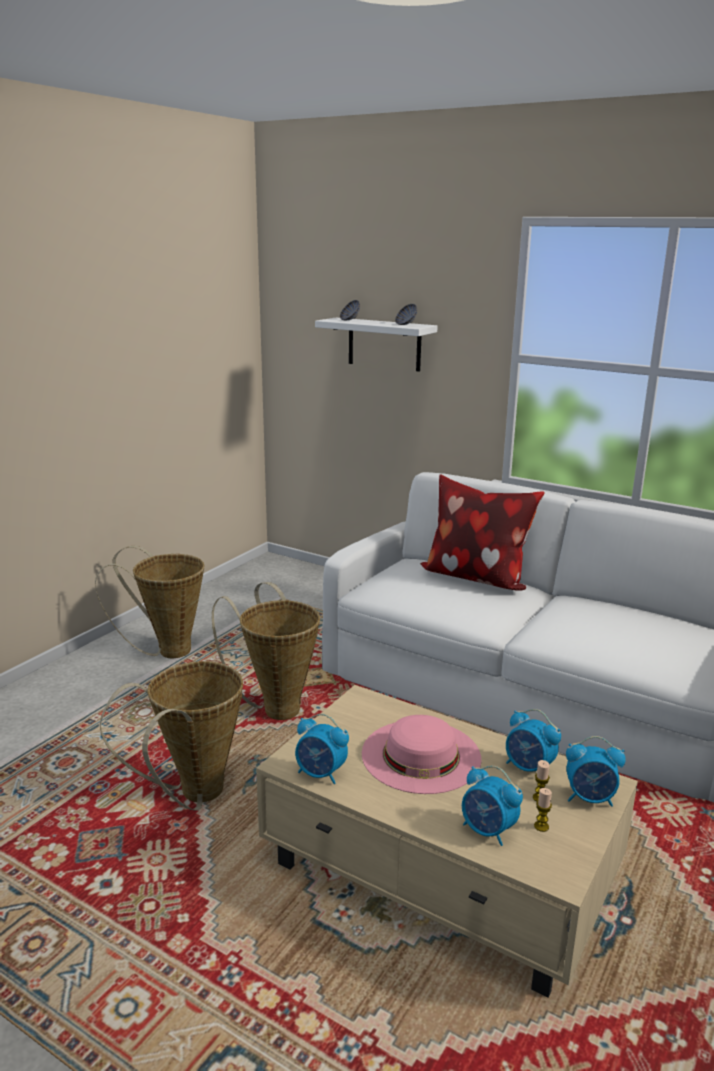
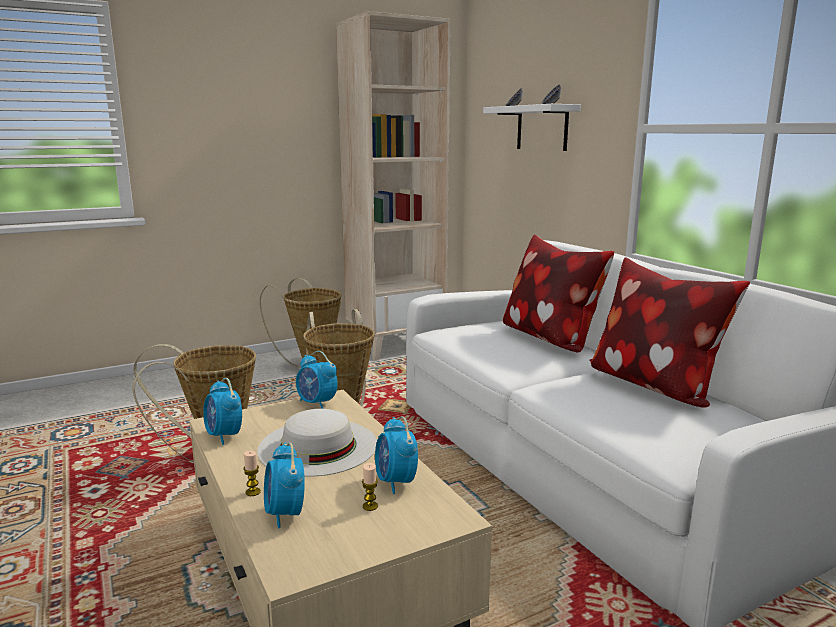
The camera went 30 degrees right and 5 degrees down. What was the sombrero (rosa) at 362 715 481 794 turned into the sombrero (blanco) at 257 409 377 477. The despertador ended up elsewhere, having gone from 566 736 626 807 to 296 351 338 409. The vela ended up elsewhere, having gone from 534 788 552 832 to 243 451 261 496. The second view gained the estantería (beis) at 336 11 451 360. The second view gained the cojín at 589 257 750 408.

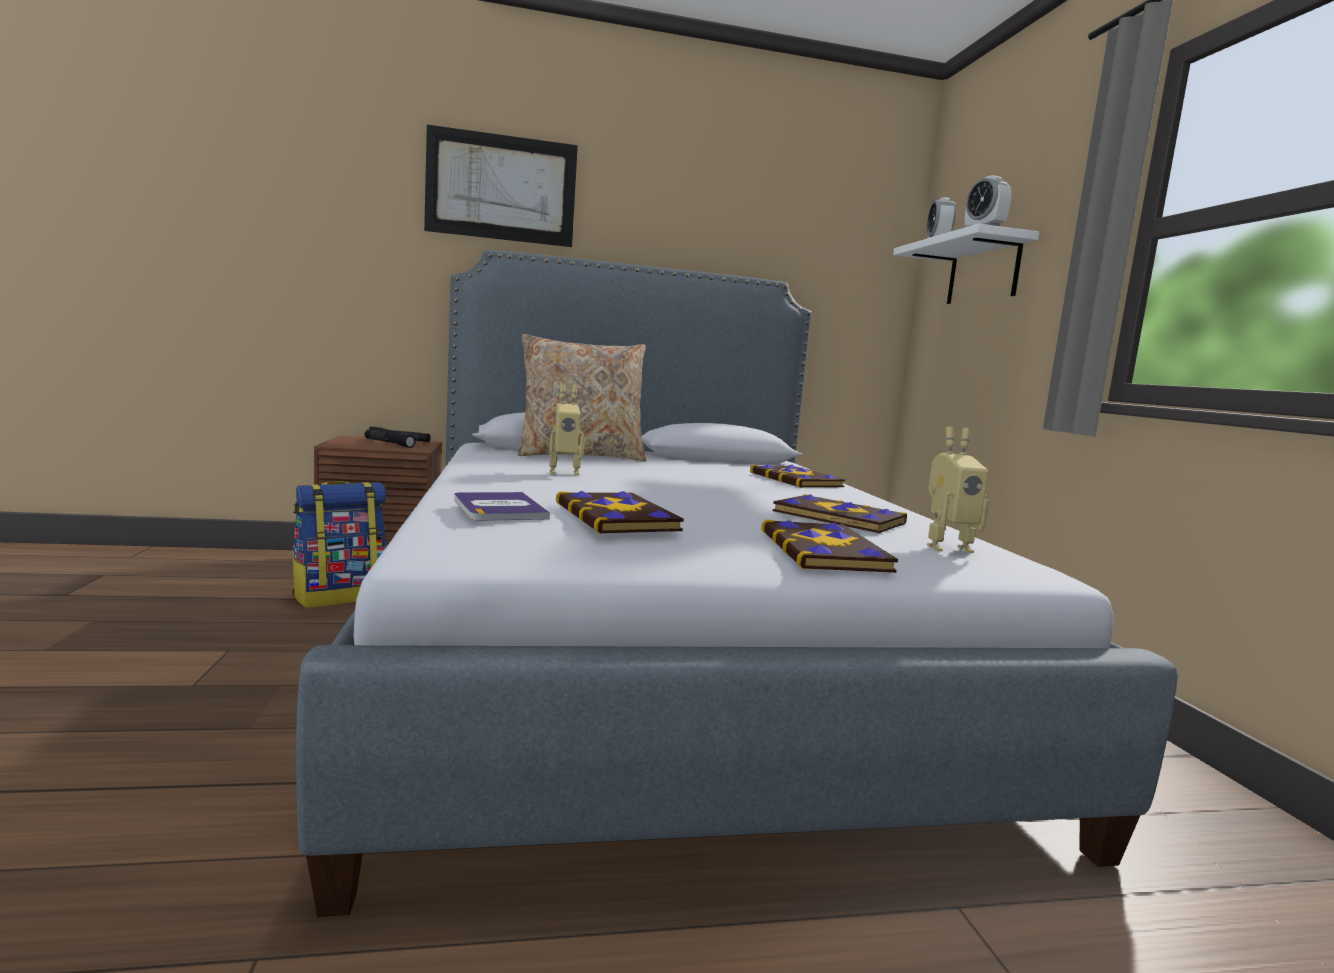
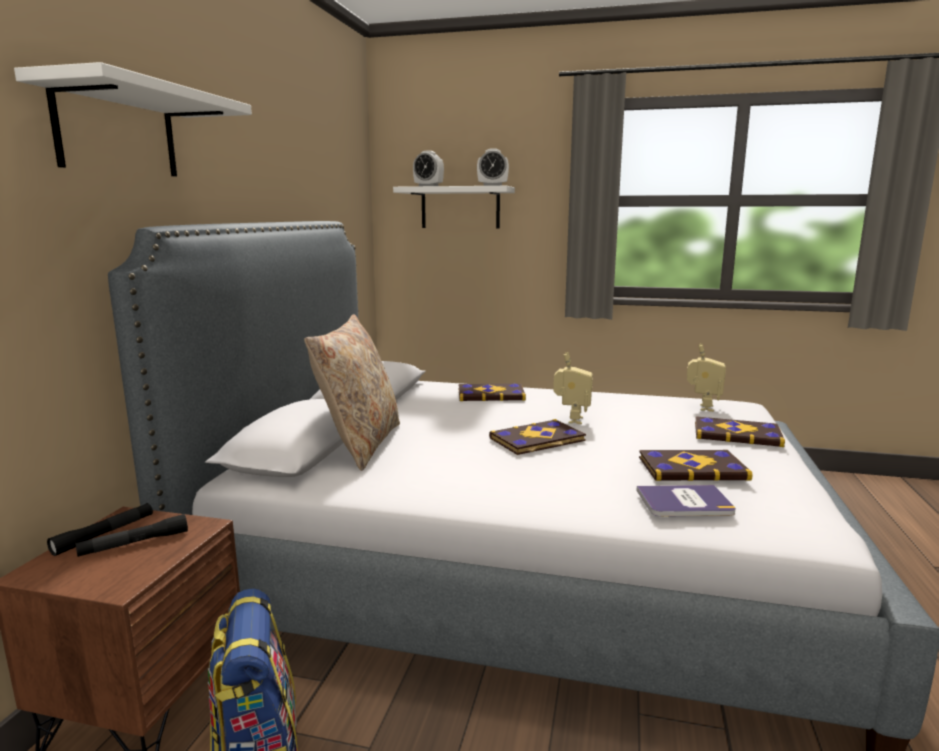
The camera went 65 degrees left and 5 degrees up. Where the cuadro hung at 424 125 578 247, the estante (blanco) came to hang at 14 62 252 176. The robot de juguete ended up elsewhere, having gone from 549 384 585 475 to 554 352 593 424. The libro ended up elsewhere, having gone from 773 494 907 533 to 489 419 586 455.

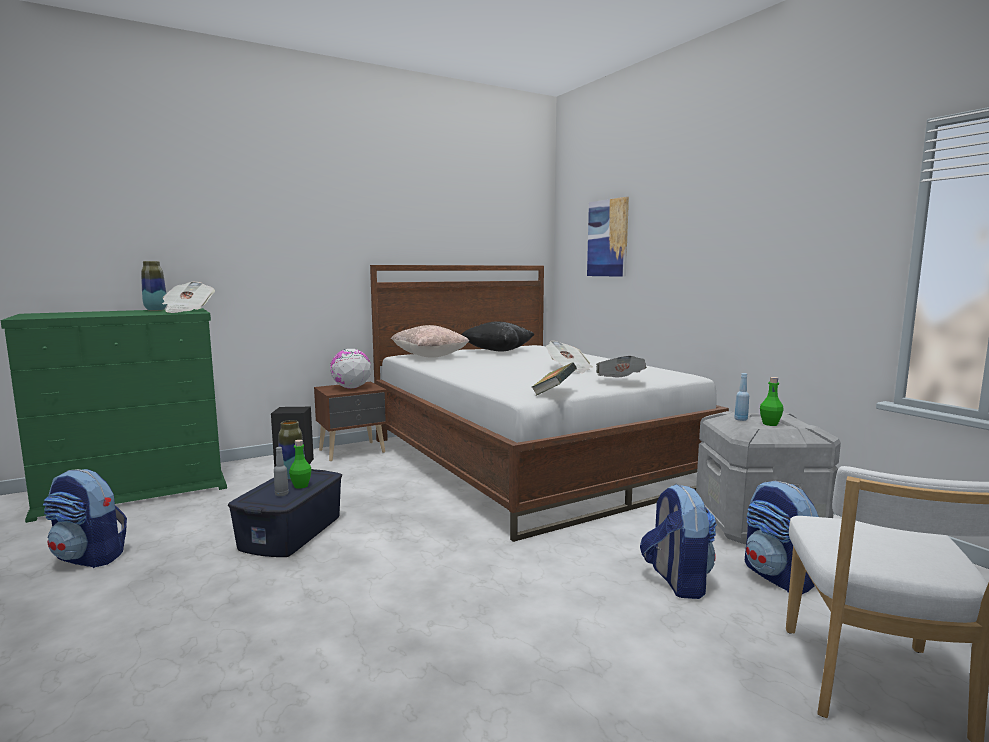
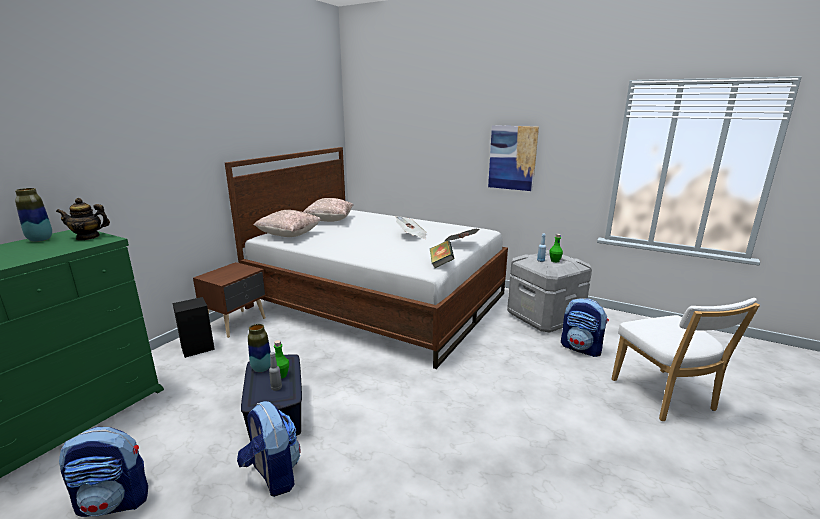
The camera went 30 degrees left and 10 degrees up. The cuadro ended up elsewhere, having gone from 587 197 629 277 to 488 125 539 191. Where the periódico stood at 162 282 215 313, the tetera came to stand at 56 198 110 240. What was the cojín (negro) at 461 321 535 352 turned into the cojín (beis) at 304 198 353 222. The second view lost the globo terráqueo at 330 349 371 388. The mochila ended up elsewhere, having gone from 640 484 717 599 to 237 401 300 497.

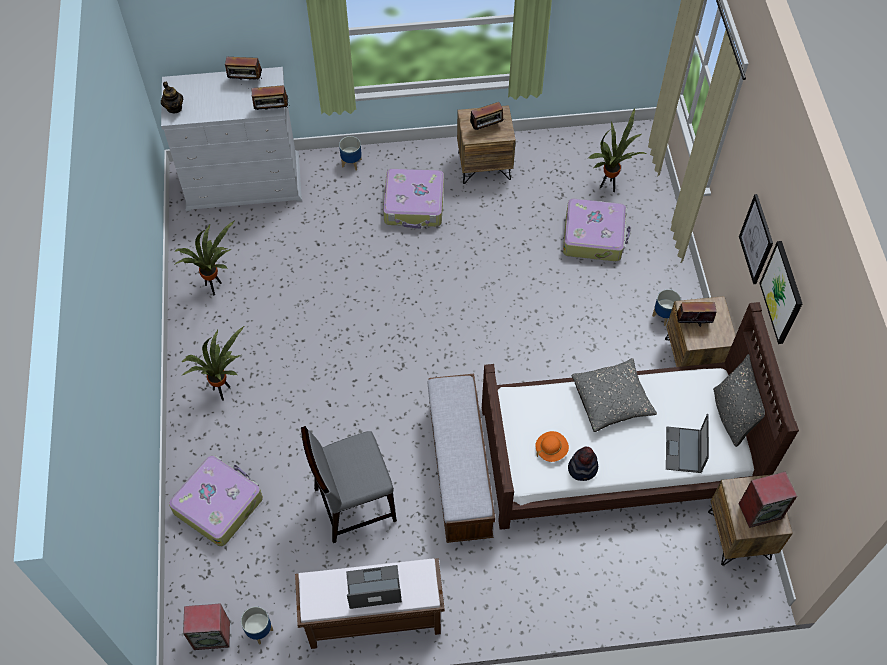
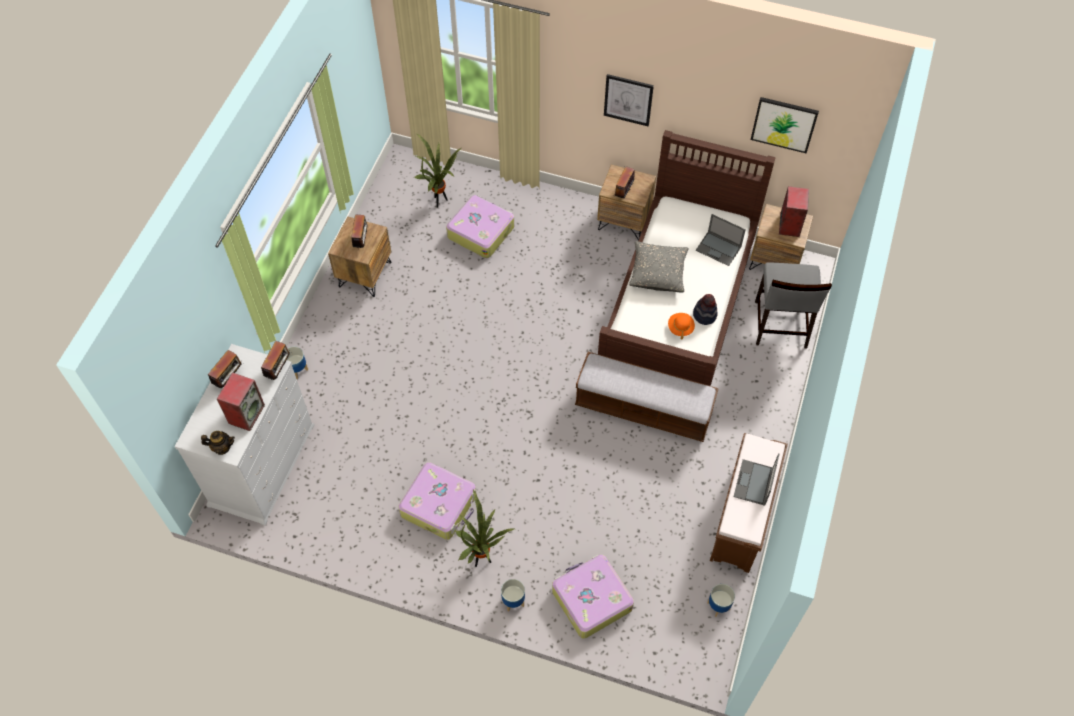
The camera went 65 degrees left and 0 degrees up. The maleta ended up elsewhere, having gone from 383 169 444 229 to 398 462 476 540. The second view lost the planta en maceta at 174 221 234 295. The cuadro ended up elsewhere, having gone from 759 241 802 344 to 751 97 819 153. The maceta ended up elsewhere, having gone from 652 289 681 326 to 501 579 525 612. The second view lost the cojín (gris) at 713 354 765 447. The silla (gris) ended up elsewhere, having gone from 301 426 397 543 to 755 263 832 349. The altavoz ended up elsewhere, having gone from 183 603 230 650 to 217 372 265 431.

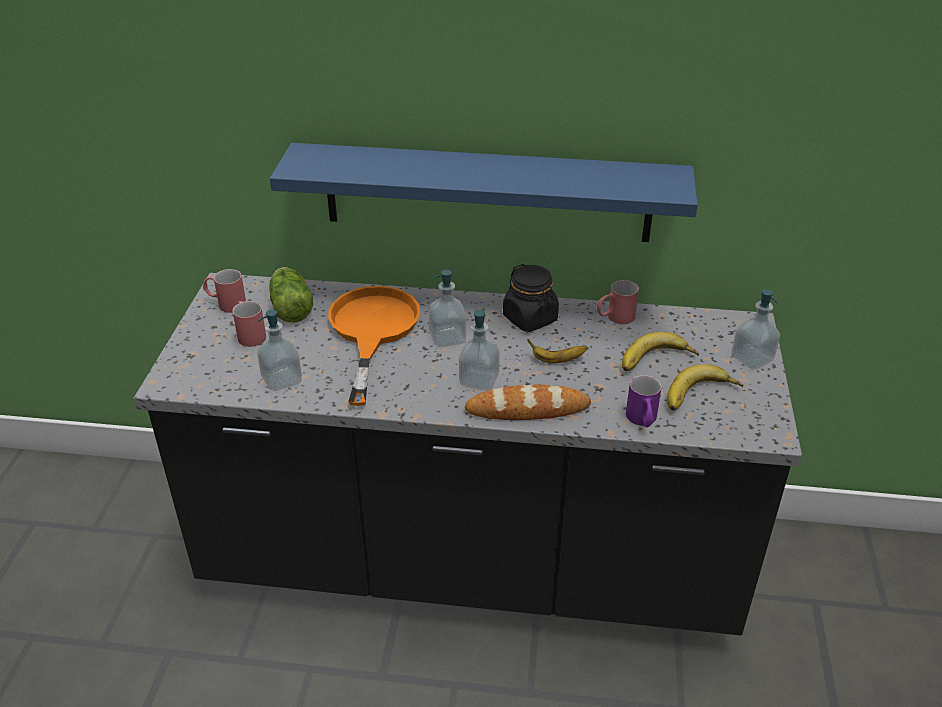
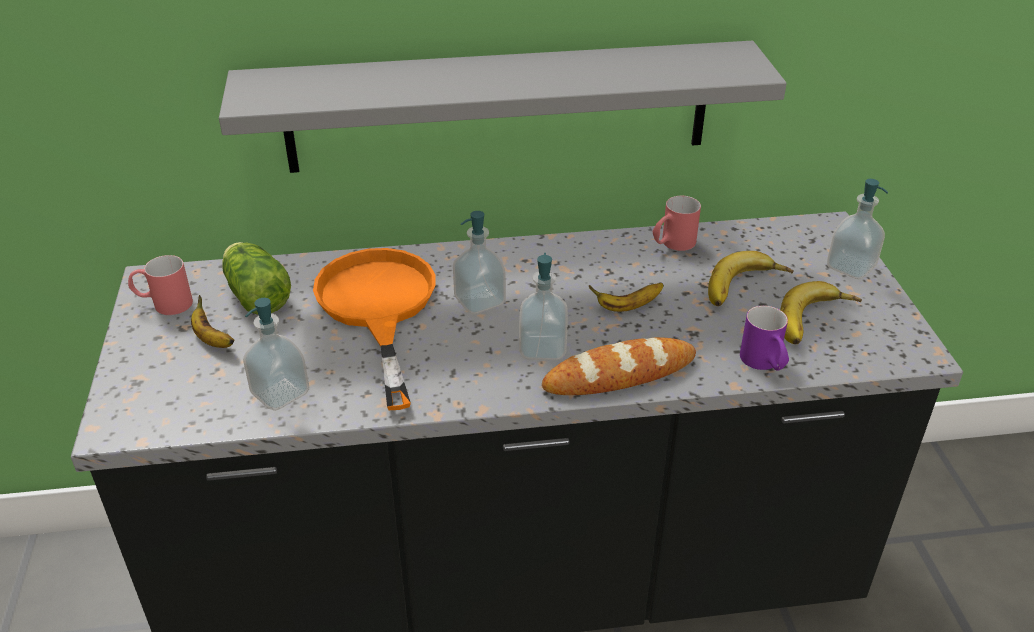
The camera went 15 degrees left and 0 degrees up. What was the estante (azul) at 270 143 698 242 turned into the estante (gris) at 219 41 787 173. The second view lost the tarro (negro) at 503 264 559 332. Where the taza grande (rojo) stood at 233 301 266 347, the plátano came to stand at 191 295 235 348.

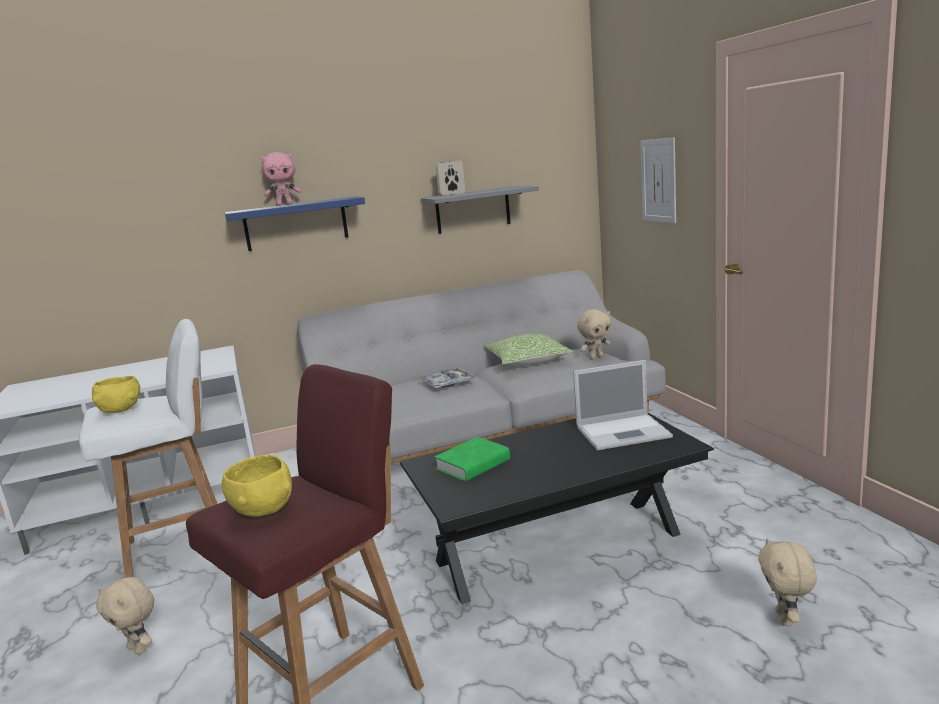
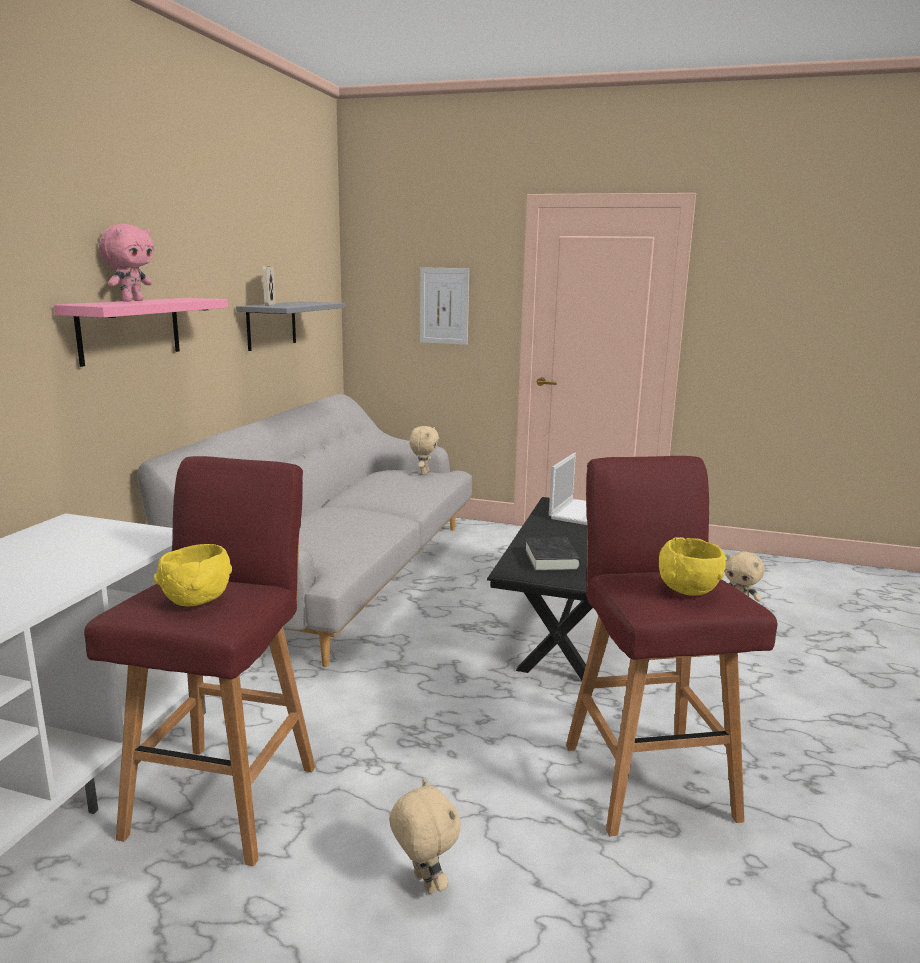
The camera went 55 degrees left and 0 degrees up. What was the estante (azul) at 225 196 365 251 turned into the estante (rosa) at 54 298 228 367. What was the taburete (blanco) at 79 319 217 578 turned into the taburete (rojo) at 84 456 315 866. The second view lost the cojín at 484 334 573 366. The second view lost the bandeja at 419 367 476 388. What was the libro (verde) at 434 437 510 482 turned into the libro (negro) at 525 537 581 572. The peluche (beis) at 96 577 154 655 ended up facing another way, 105 degrees counterclockwise from before.

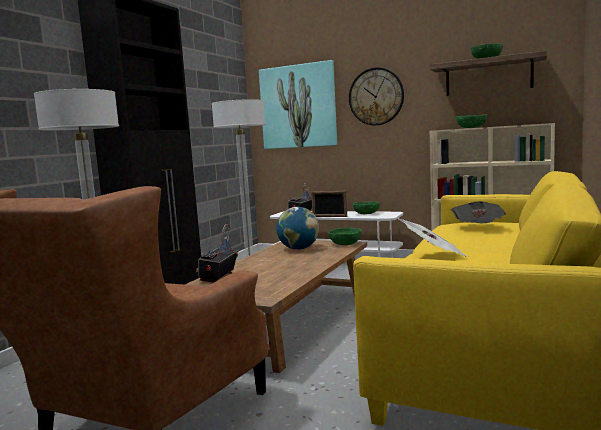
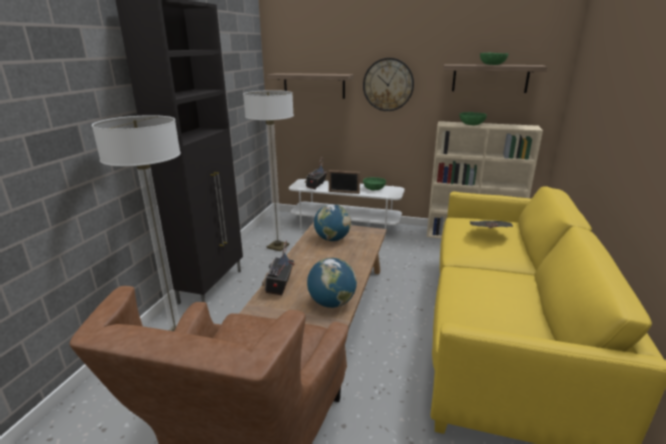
The camera went 10 degrees left and 15 degrees up. Where the cuadro hung at 259 60 337 149, the estante came to hang at 267 73 354 99. The second view lost the periódico at 399 219 468 257. The second view lost the cuenco (verde) at 328 228 362 245. The second view gained the globo terráqueo at 307 258 357 308.

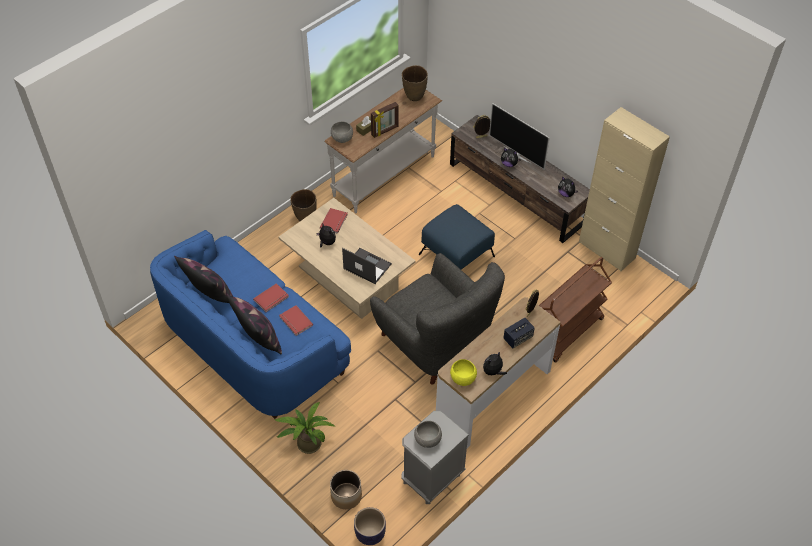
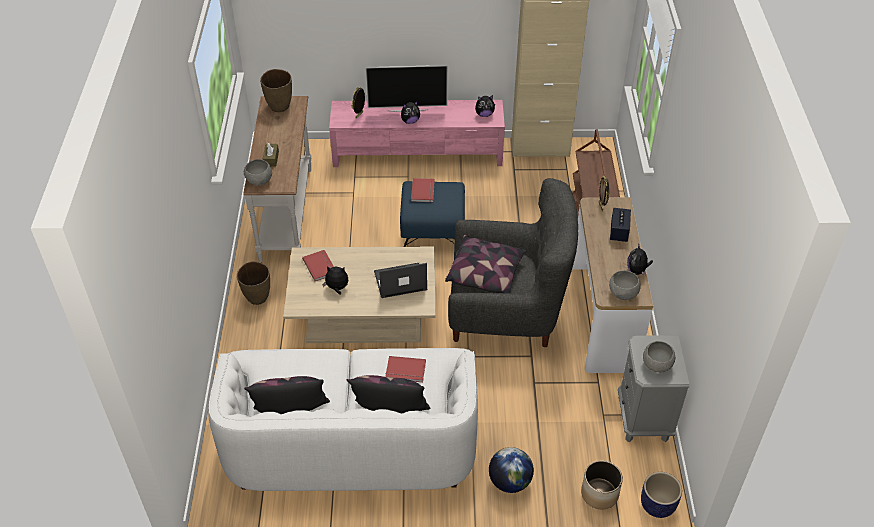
The camera went 45 degrees left and 5 degrees down. The second view lost the portarretratos at 371 102 398 138. What was the mueble de televisión (marrón) at 450 115 590 243 turned into the mueble de televisión (rosa) at 329 100 505 167. What was the sofá (azul) at 150 230 351 419 turned into the sofá (blanco) at 208 348 478 491. The libro (rojo) ended up elsewhere, having gone from 253 283 289 312 to 411 178 435 202. What was the cuenco (amarillo) at 450 359 477 386 turned into the cuenco (gris) at 609 271 641 300. Where the planta en maceta stood at 275 402 336 454, the globo terráqueo came to stand at 489 447 534 493. The second view gained the cojín at 445 235 527 293.

